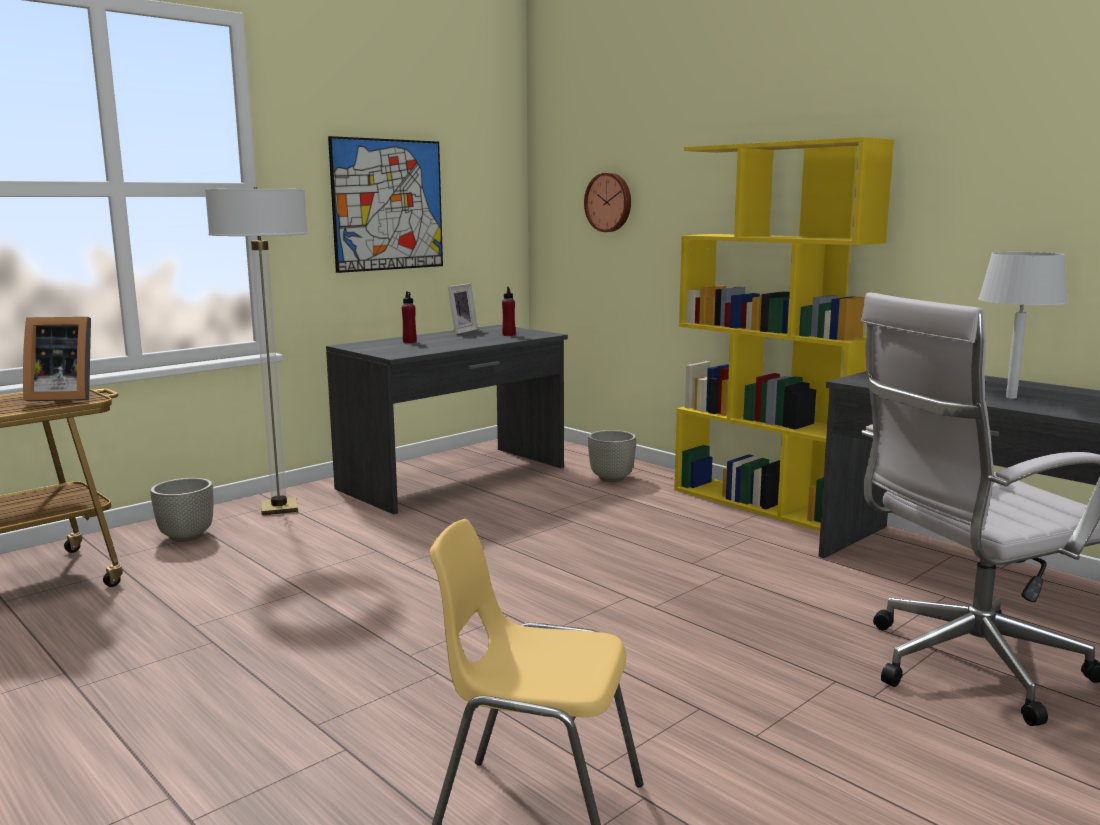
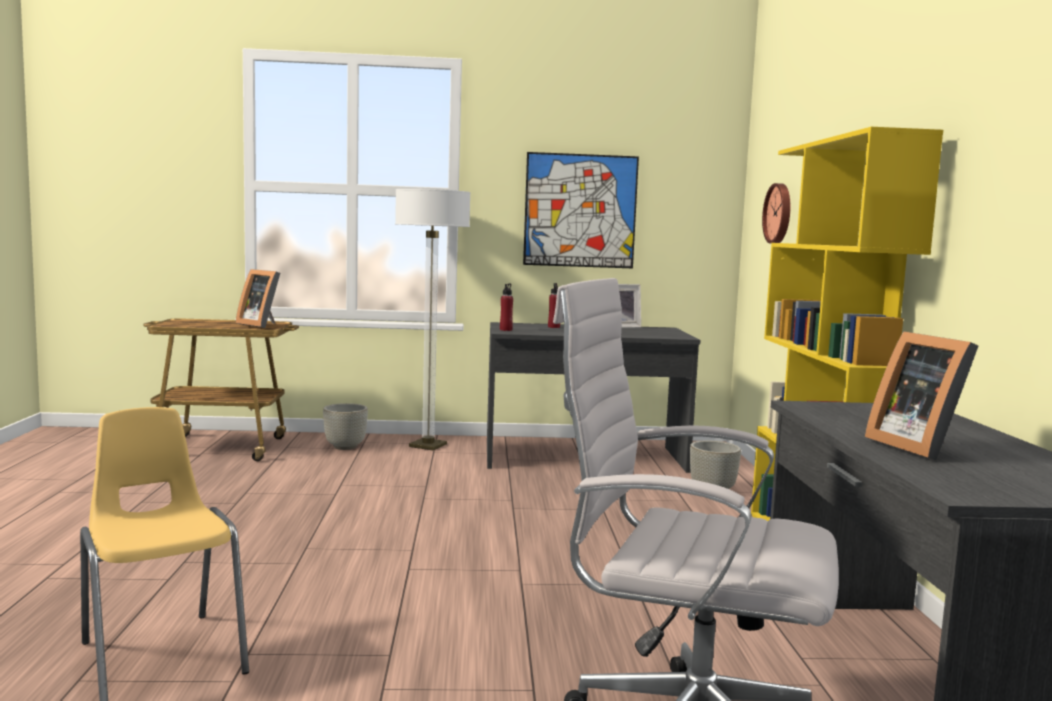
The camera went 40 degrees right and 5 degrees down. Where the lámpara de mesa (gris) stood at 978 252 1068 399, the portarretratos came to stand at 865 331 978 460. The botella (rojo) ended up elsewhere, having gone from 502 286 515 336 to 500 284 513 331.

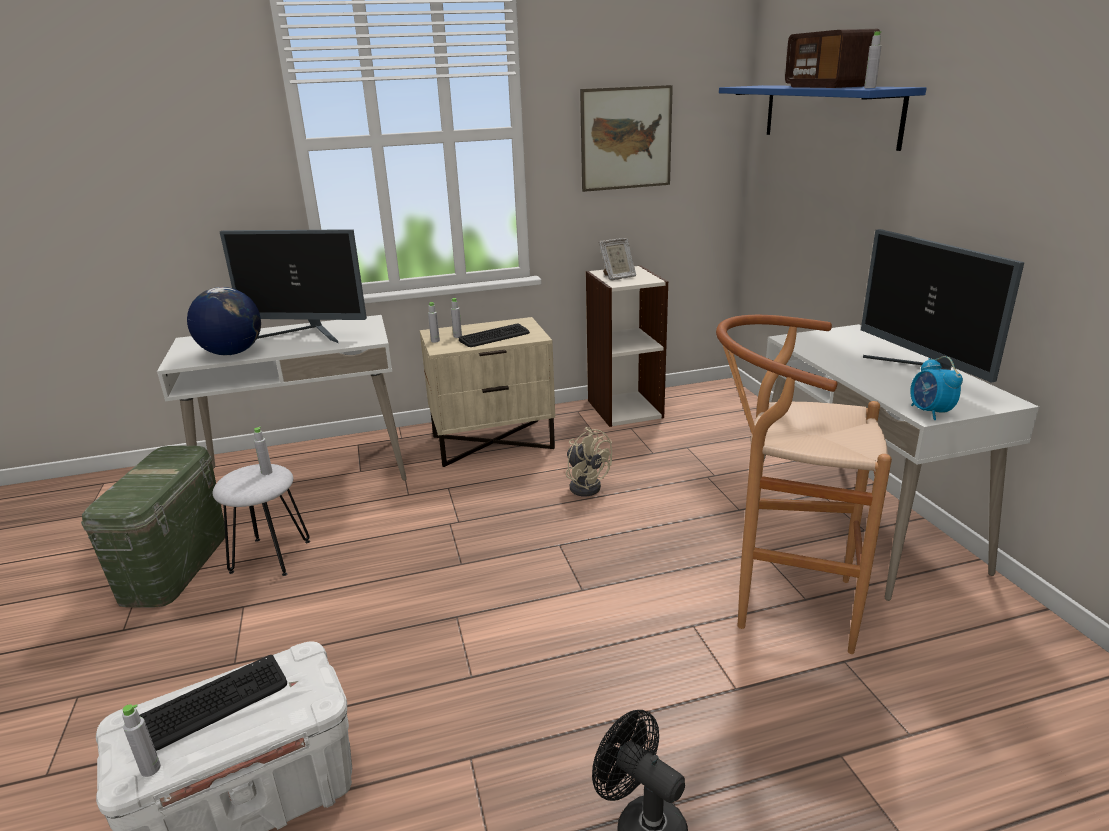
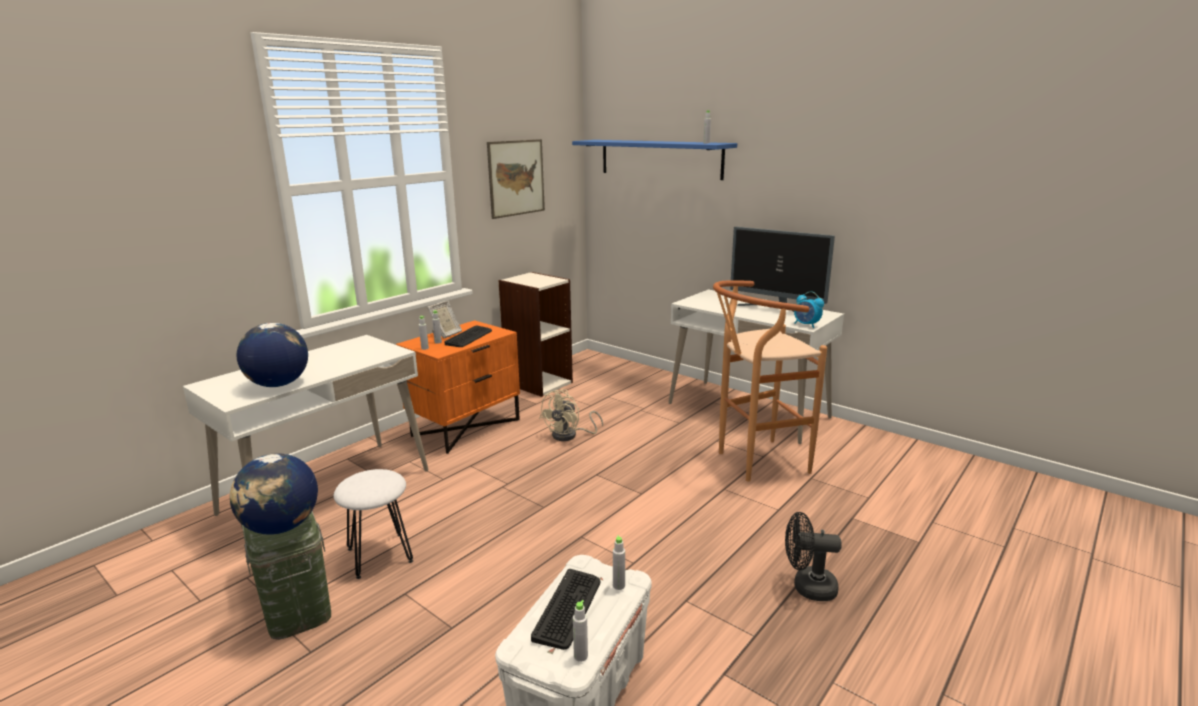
The camera went 35 degrees left and 5 degrees down. The second view lost the radio at 785 29 880 88. The second view lost the monitor at 220 229 367 343. The portarretratos ended up elsewhere, having gone from 599 238 636 280 to 427 301 462 338. What was the mesita de noche (beis) at 420 317 555 467 turned into the mesita de noche (naranja) at 396 320 520 454. The botella (gris) ended up elsewhere, having gone from 254 427 273 475 to 613 535 625 590. The ventilador (beis) at 566 427 612 496 ended up facing another way, 105 degrees clockwise from before. The second view gained the globo terráqueo at 230 453 318 535.

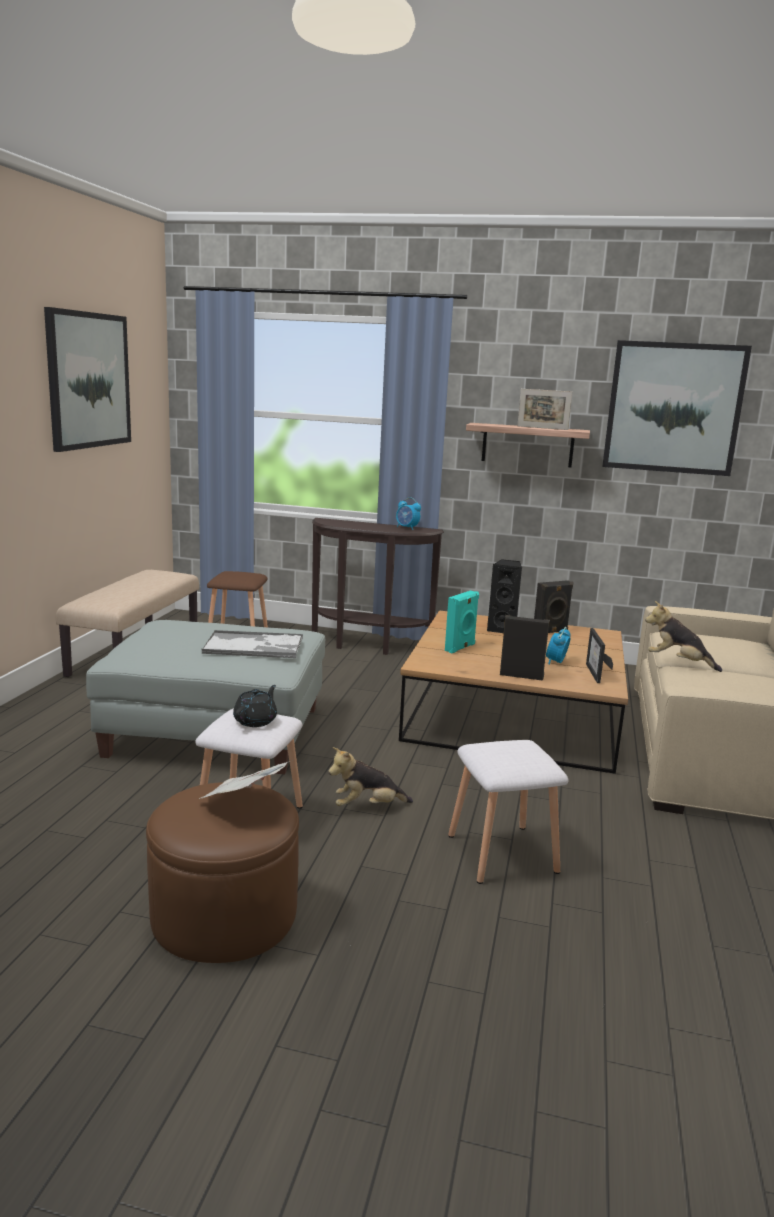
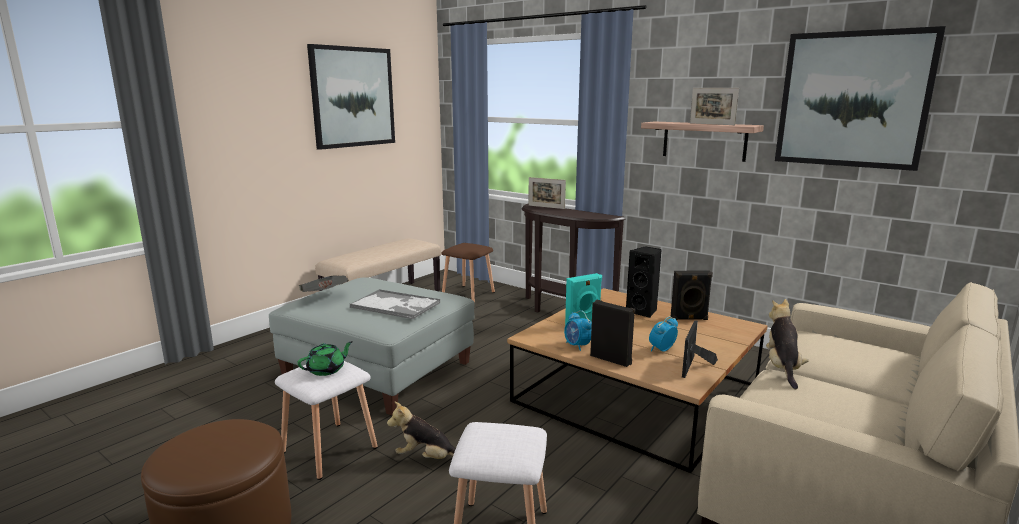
The camera went 25 degrees right and 0 degrees up. The despertador ended up elsewhere, having gone from 396 497 421 530 to 564 310 592 351. The peluche at 645 601 722 672 ended up facing another way, 45 degrees clockwise from before. What was the tetera (negro) at 233 685 277 727 turned into the tetera (verde) at 297 341 353 376. The periódico ended up elsewhere, having gone from 199 760 293 799 to 299 275 349 292. The second view gained the portarretratos at 528 177 566 209.

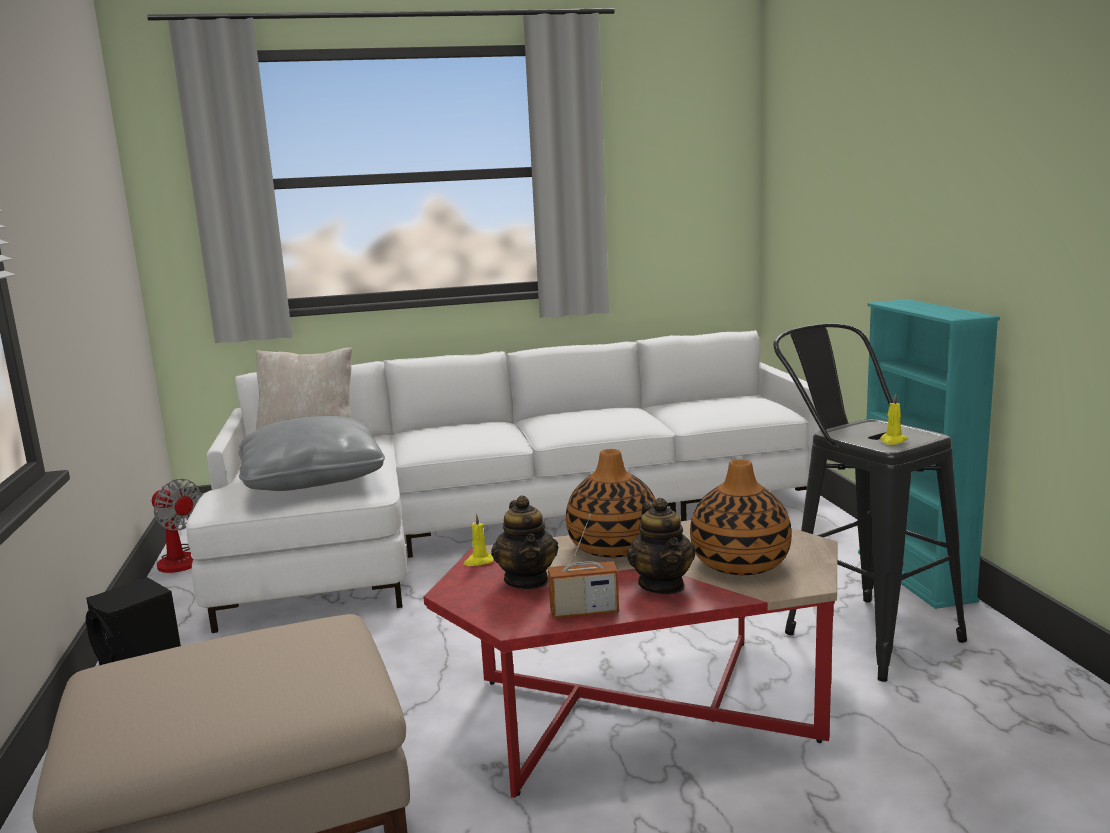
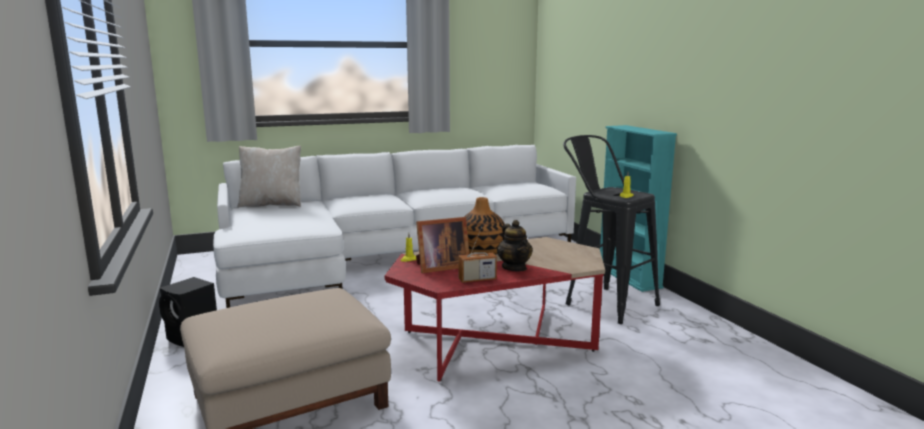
The camera went 10 degrees left and 0 degrees up. The second view lost the cojín (gris) at 238 416 385 491. The second view lost the florero at 690 459 792 575. The second view lost the ventilador at 152 479 204 573. Where the tetera stood at 491 496 559 589, the portarretratos came to stand at 416 217 469 273.

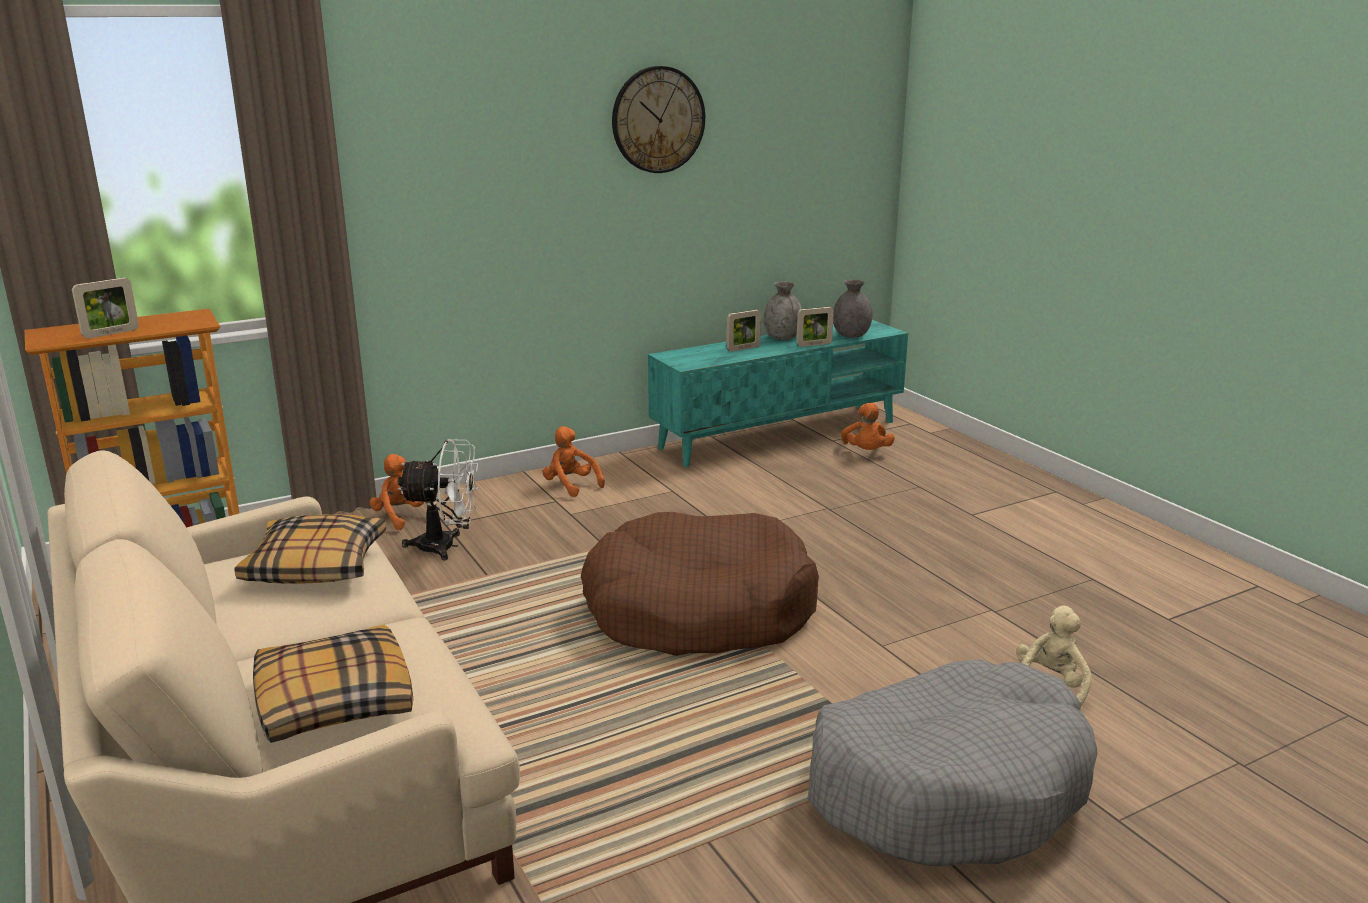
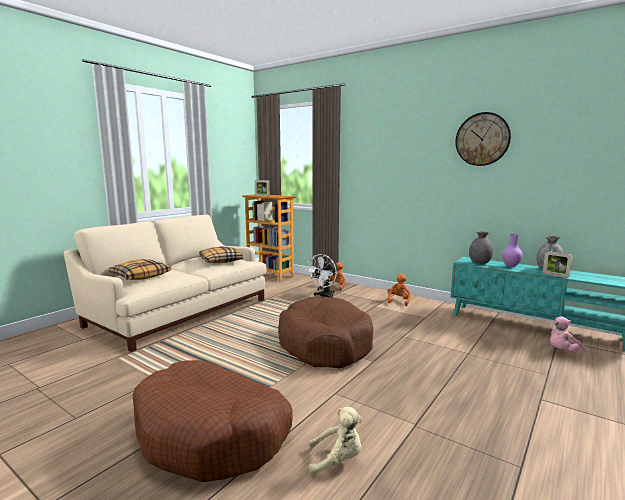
The camera went 65 degrees right and 10 degrees down. The florero (gris) ended up elsewhere, having gone from 833 280 872 338 to 469 231 493 264. Where the portarretratos stood at 727 310 761 352, the florero (morado) came to stand at 502 234 523 267. What was the peluche (naranja) at 841 403 895 450 turned into the peluche (rosa) at 550 316 585 352. The ventilador (blanco) at 398 439 478 560 ended up facing another way, 60 degrees clockwise from before. What was the cama para perro (gris) at 807 659 1098 867 turned into the cama para perro (marrón) at 133 360 293 482.

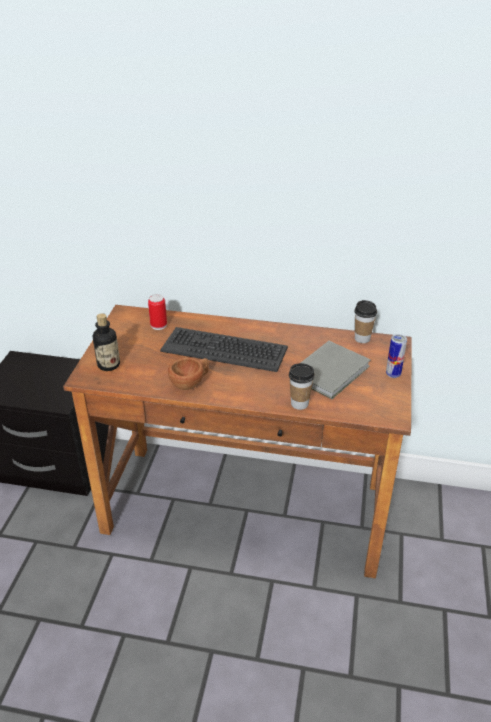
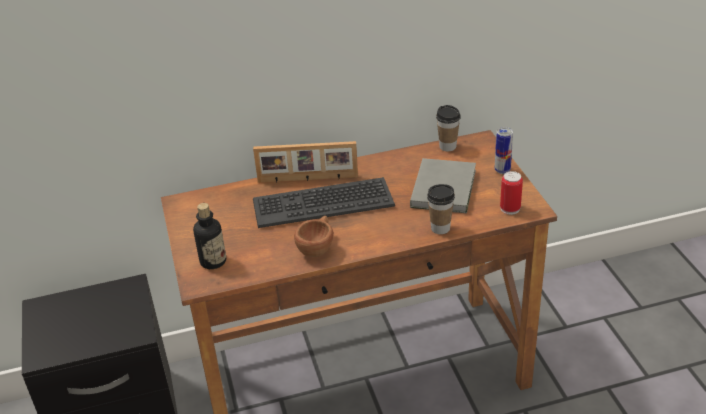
The camera went 25 degrees left and 0 degrees up. The lata ended up elsewhere, having gone from 148 294 167 330 to 500 171 523 215. The second view gained the portarretratos at 253 141 358 183.

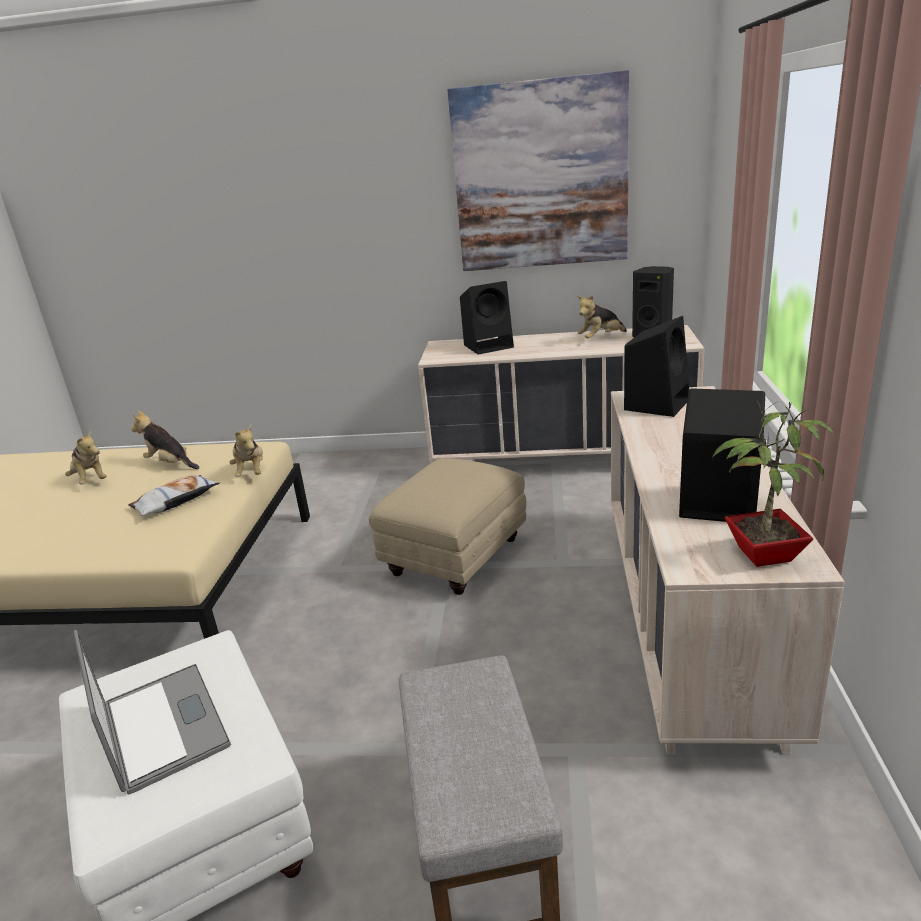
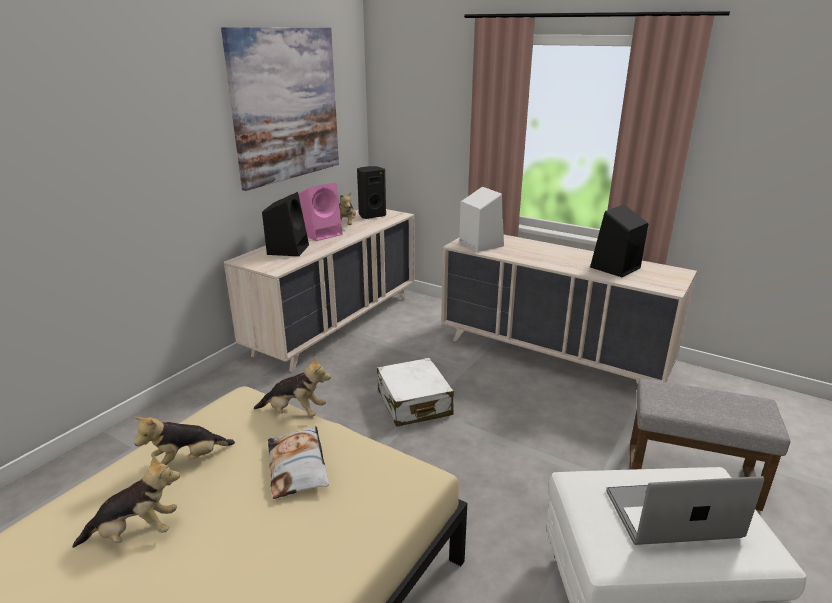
The camera went 65 degrees left and 0 degrees up. What was the altavoz (negro) at 624 316 689 417 turned into the altavoz (blanco) at 459 187 504 252. The second view lost the planta en maceta at 712 400 834 567. Where the puf (beis) stood at 369 458 527 595, the maleta (blanco) came to stand at 377 358 454 427. The second view gained the altavoz (rosa) at 298 183 343 241.

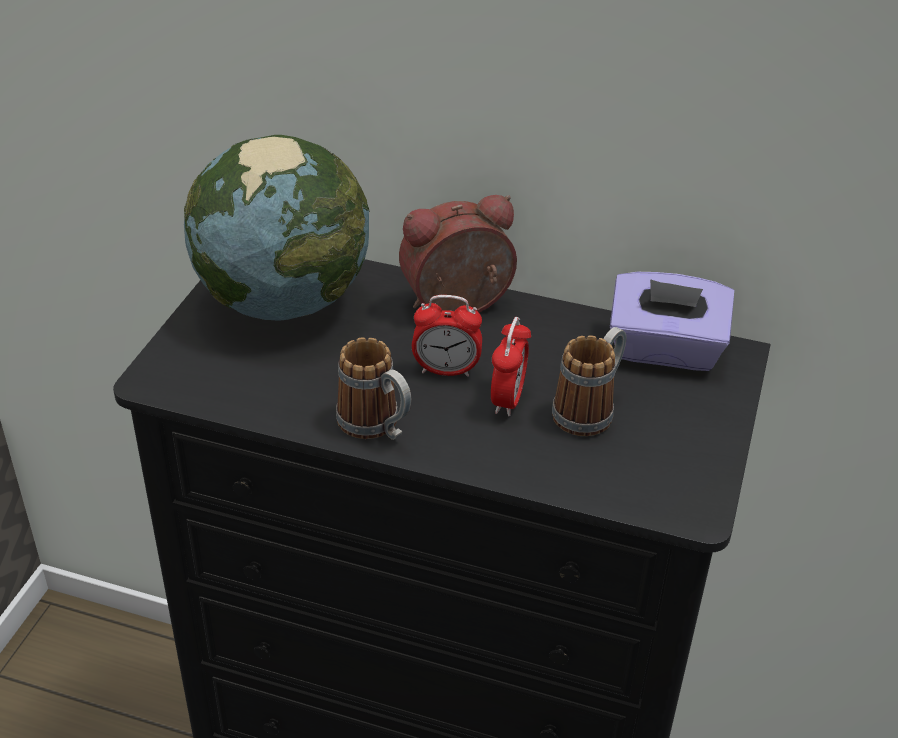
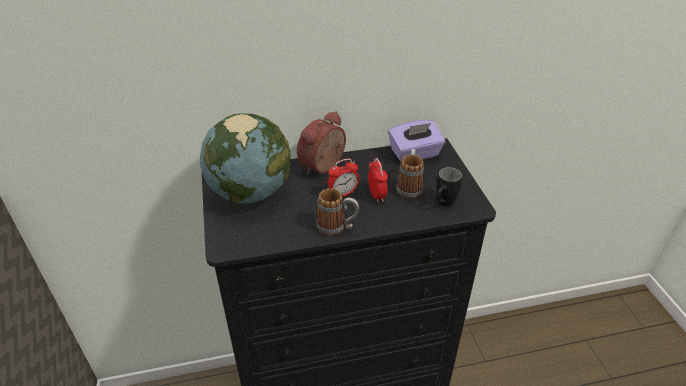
The camera went 30 degrees left and 0 degrees up. The second view gained the taza grande (negro) at 436 167 463 207.

